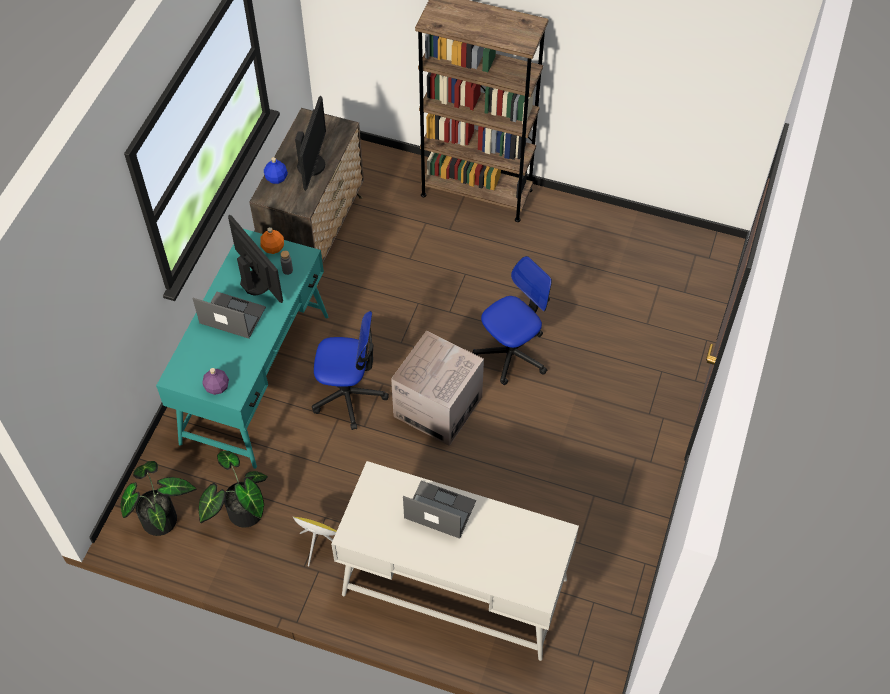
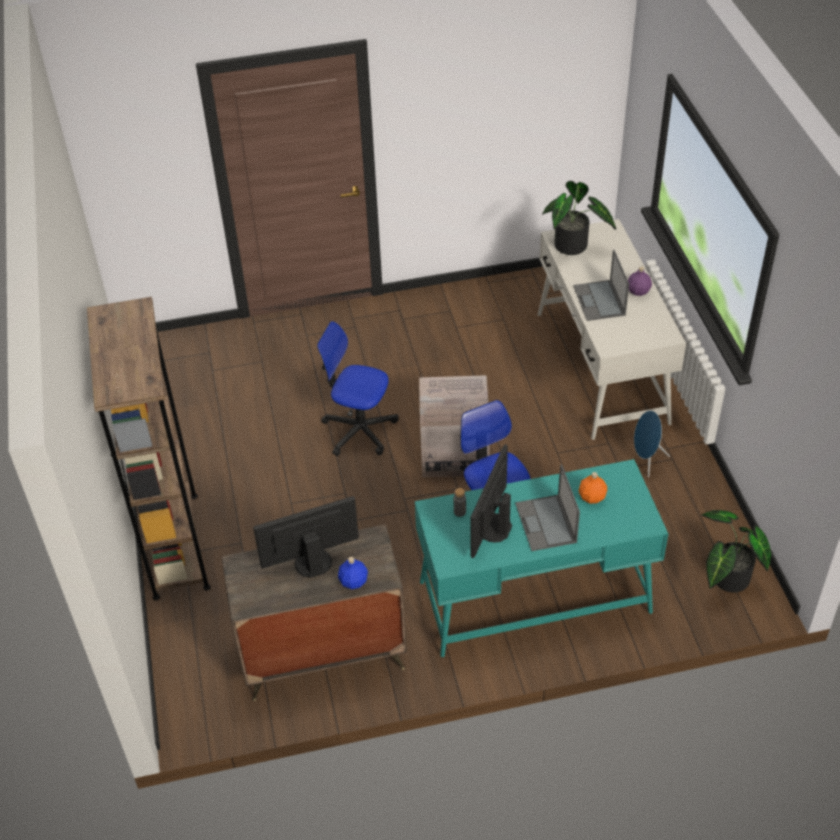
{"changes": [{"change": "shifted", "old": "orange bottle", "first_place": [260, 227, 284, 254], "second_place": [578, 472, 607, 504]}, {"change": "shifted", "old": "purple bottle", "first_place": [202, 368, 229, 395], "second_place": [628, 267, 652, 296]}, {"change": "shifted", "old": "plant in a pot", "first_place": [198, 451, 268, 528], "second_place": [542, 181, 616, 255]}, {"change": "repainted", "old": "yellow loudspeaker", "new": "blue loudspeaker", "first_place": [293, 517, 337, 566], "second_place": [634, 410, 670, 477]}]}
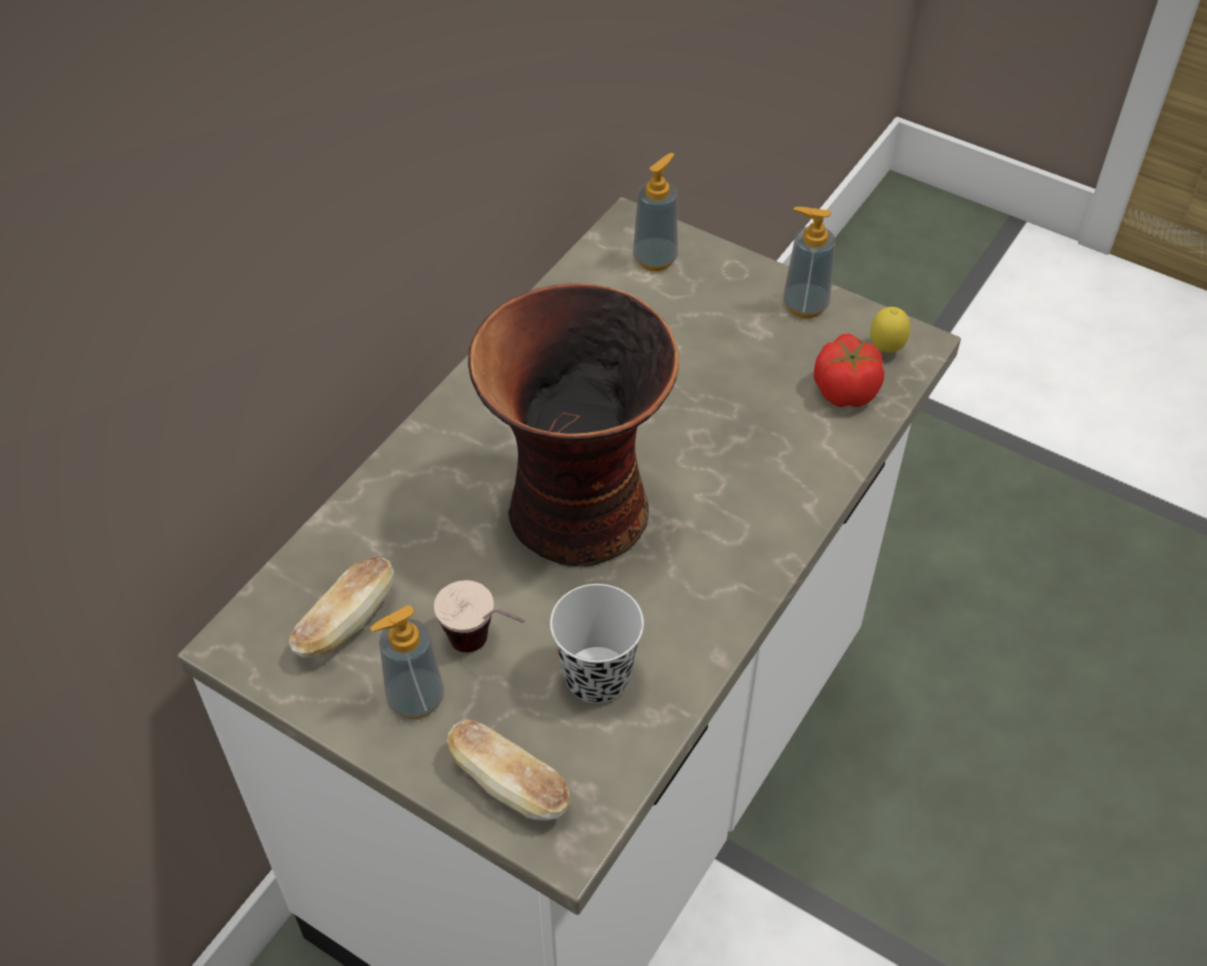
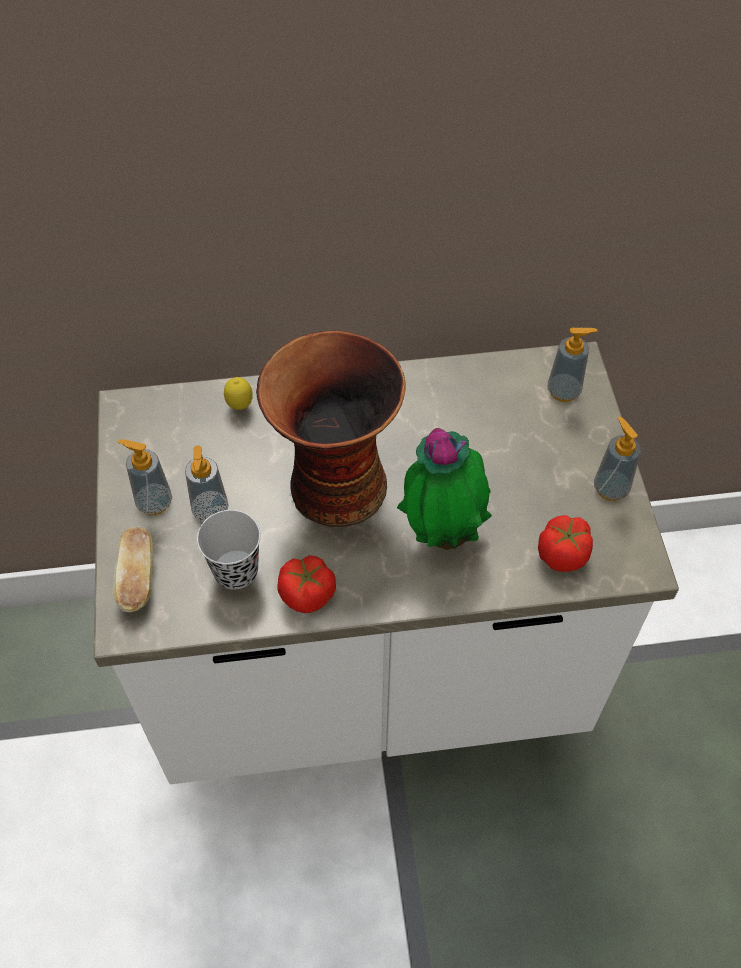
{"changes": [{"change": "shifted", "old": "whole lemon", "first_place": [870, 307, 910, 353], "second_place": [224, 377, 253, 410]}, {"change": "gone", "old": "bakery bread", "first_place": [289, 557, 394, 658]}, {"change": "swapped", "old": "small cup", "new": "soap bottle", "first_place": [434, 580, 525, 653], "second_place": [185, 446, 229, 522]}, {"change": "new", "new": "plant in a pot", "second_place": [397, 428, 492, 550]}, {"change": "new", "new": "whole tomato", "second_place": [277, 555, 336, 613]}]}
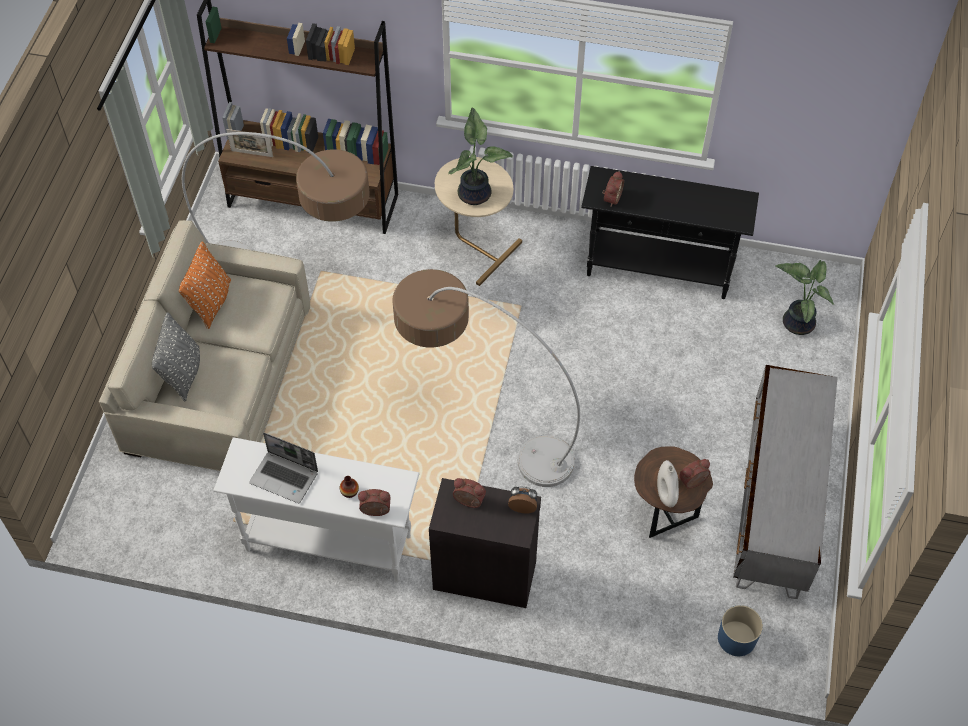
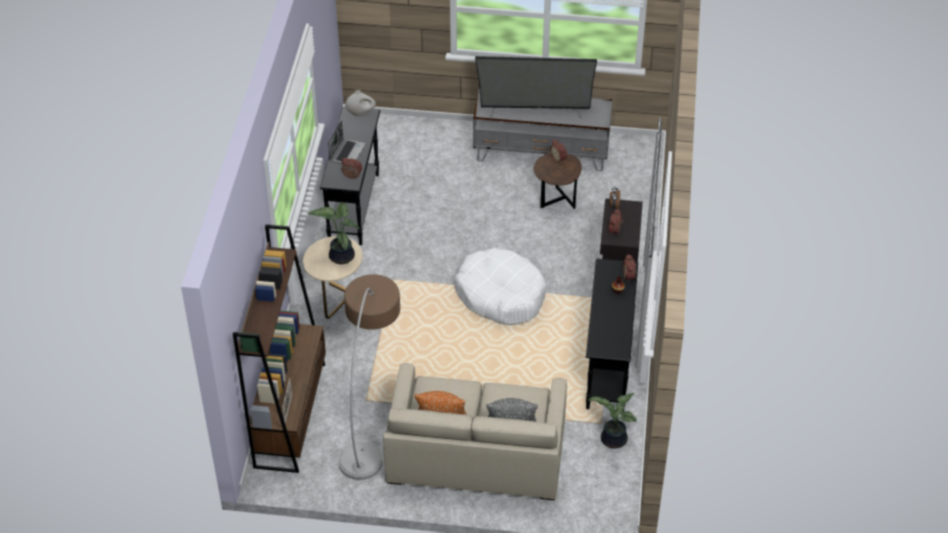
{"changes": [{"change": "shifted", "old": "plant in a pot", "first_place": [775, 260, 834, 335], "second_place": [588, 393, 637, 449]}, {"change": "swapped", "old": "standing lamp", "new": "white-coloured dog cushion", "first_place": [392, 269, 580, 487], "second_place": [455, 248, 546, 325]}, {"change": "shifted", "old": "portable computer", "first_place": [249, 433, 318, 503], "second_place": [328, 120, 365, 164]}, {"change": "repainted", "old": "white-coloured narrow table", "new": "black-coloured narrow table", "first_place": [213, 437, 420, 581], "second_place": [586, 258, 638, 411]}, {"change": "shifted", "old": "white-coloured decorative vase", "first_place": [657, 460, 679, 508], "second_place": [346, 90, 376, 117]}, {"change": "gone", "old": "blue planter", "first_place": [718, 605, 763, 656]}, {"change": "new", "new": "TV", "second_place": [475, 56, 597, 118]}]}
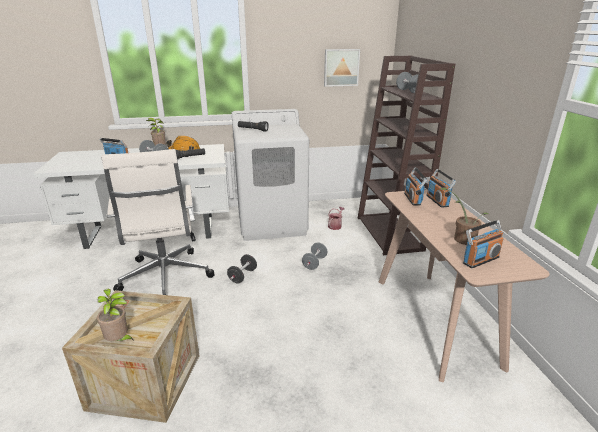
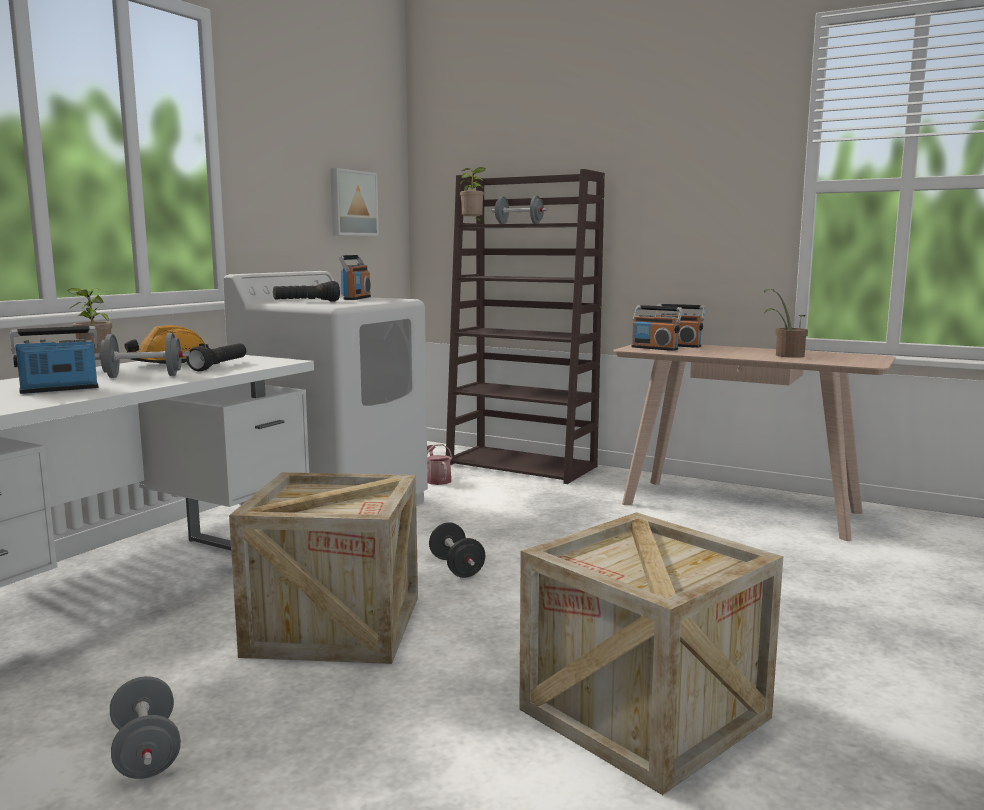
{"changes": [{"change": "swapped", "old": "white-coloured office chair", "new": "shipping crate", "first_place": [101, 149, 215, 295], "second_place": [229, 472, 418, 664]}, {"change": "shifted", "old": "radio", "first_place": [463, 220, 503, 268], "second_place": [338, 255, 371, 300]}, {"change": "shifted", "old": "greyish hand weight", "first_place": [302, 243, 327, 270], "second_place": [110, 676, 181, 779]}, {"change": "shifted", "old": "plant in a pot", "first_place": [97, 289, 134, 341], "second_place": [460, 167, 486, 223]}]}
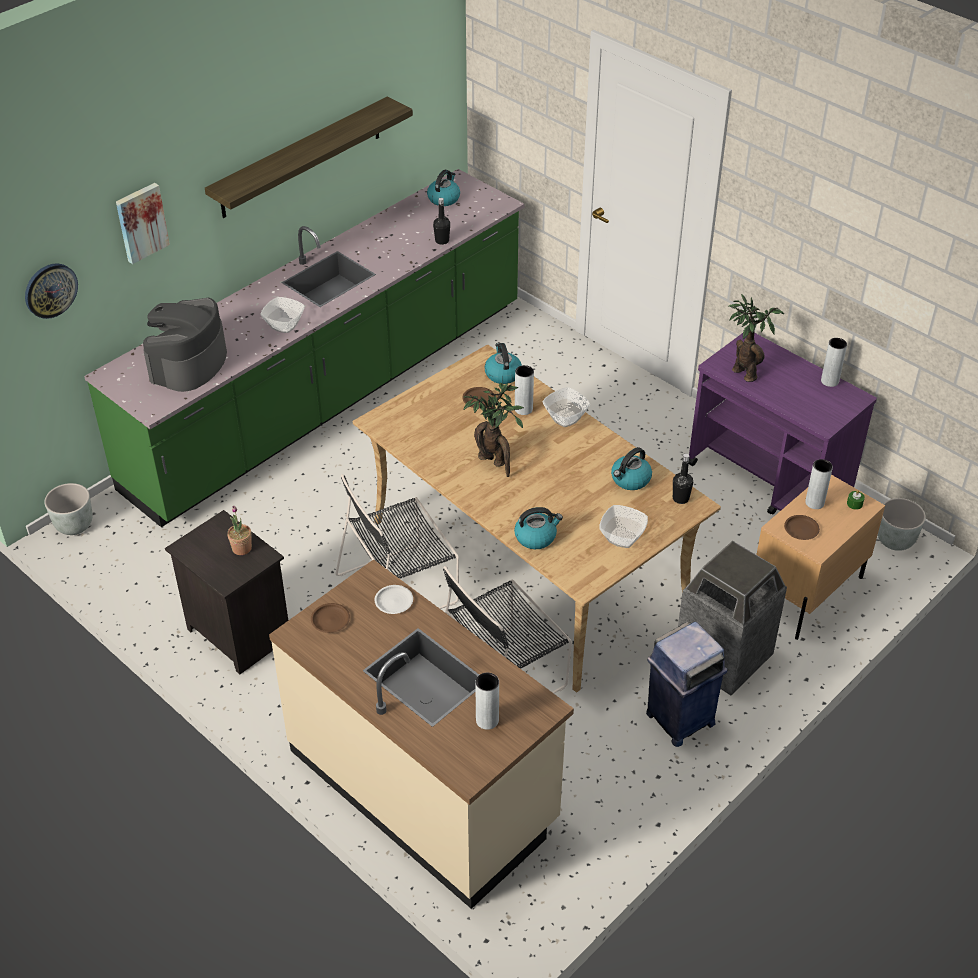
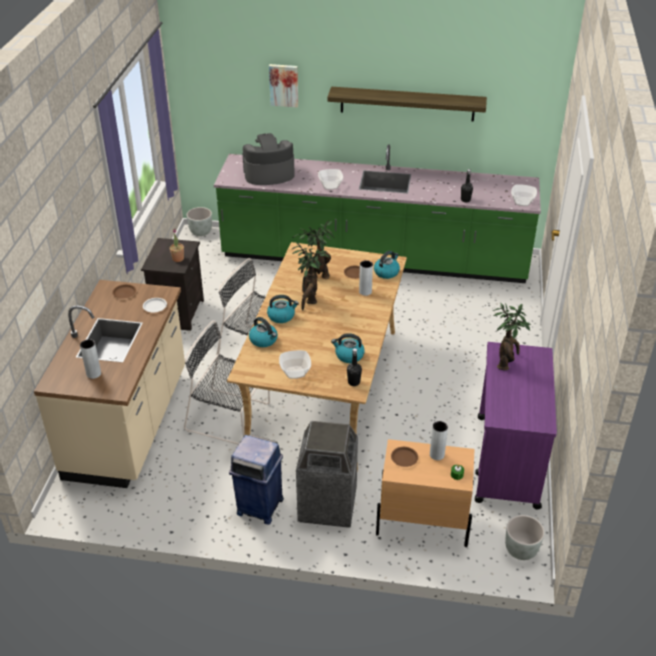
{"changes": [{"change": "shifted", "old": "tea kettle", "first_place": [427, 170, 460, 206], "second_place": [267, 295, 299, 323]}, {"change": "gone", "old": "hanging clock", "first_place": [25, 263, 78, 319]}, {"change": "gone", "old": "greyish decorative vase", "first_place": [821, 338, 847, 387]}, {"change": "shifted", "old": "deep dish", "first_place": [543, 387, 590, 427], "second_place": [511, 184, 537, 206]}, {"change": "new", "new": "plant in a pot", "second_place": [292, 221, 334, 279]}]}
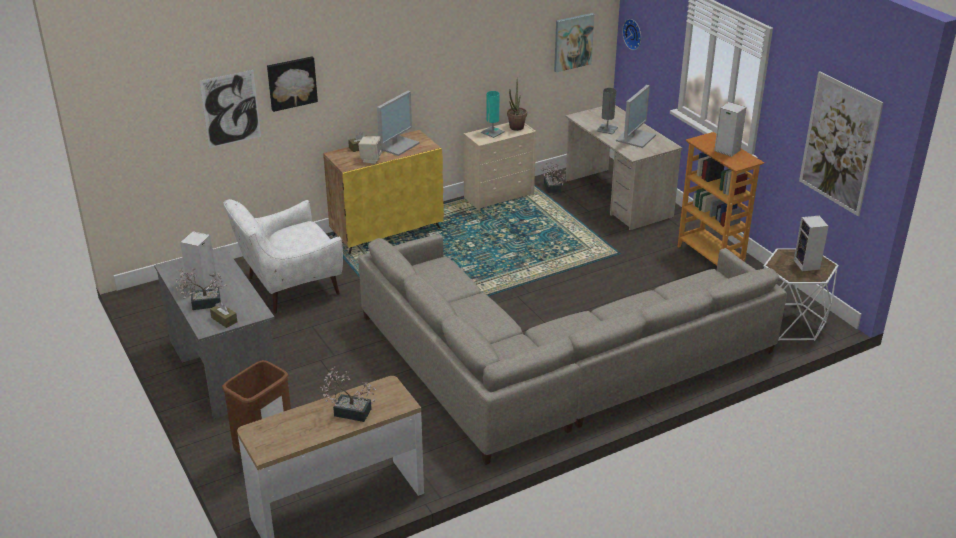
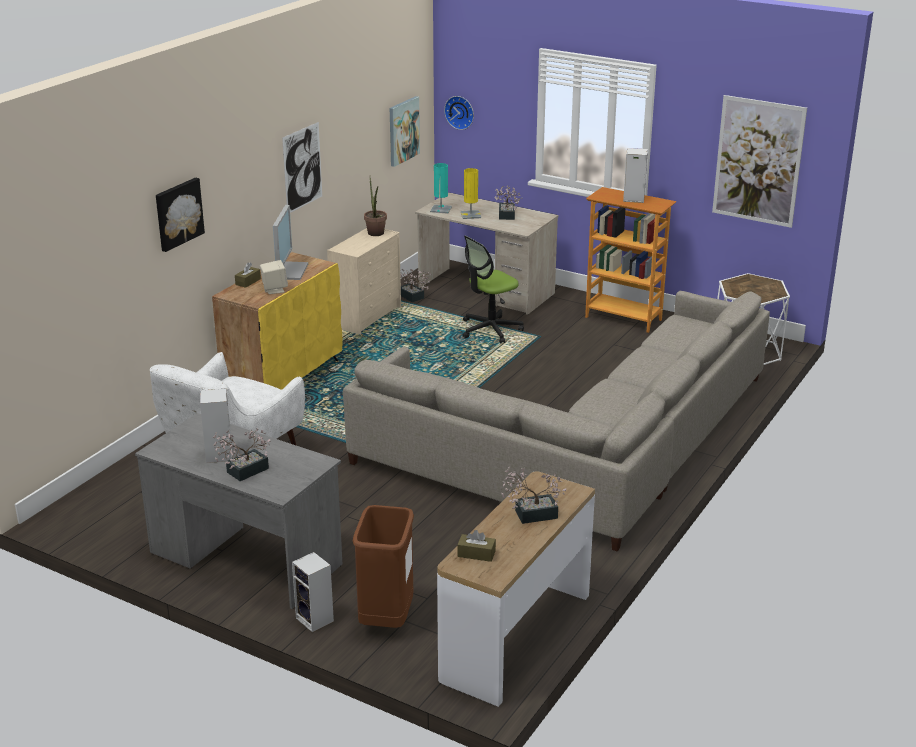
{"changes": [{"change": "shifted", "old": "picture", "first_place": [199, 70, 261, 148], "second_place": [282, 122, 322, 213]}, {"change": "swapped", "old": "monitor", "new": "plant in a pot", "first_place": [616, 85, 656, 148], "second_place": [494, 185, 523, 220]}, {"change": "repainted", "old": "greyish tabletop lamp", "new": "yellow tabletop lamp", "first_place": [596, 88, 618, 135], "second_place": [461, 168, 481, 219]}, {"change": "shifted", "old": "turquoise tabletop lamp", "first_place": [481, 91, 505, 138], "second_place": [430, 163, 452, 214]}, {"change": "shifted", "old": "loudspeaker", "first_place": [794, 215, 829, 271], "second_place": [292, 552, 334, 632]}, {"change": "shifted", "old": "brownish tissue box", "first_place": [210, 302, 237, 328], "second_place": [457, 530, 496, 562]}, {"change": "new", "new": "office chair", "second_place": [463, 236, 524, 343]}]}
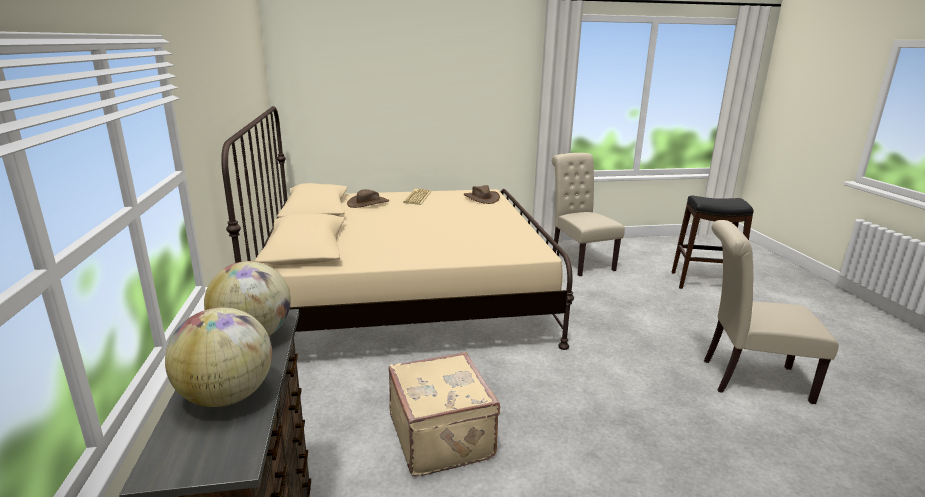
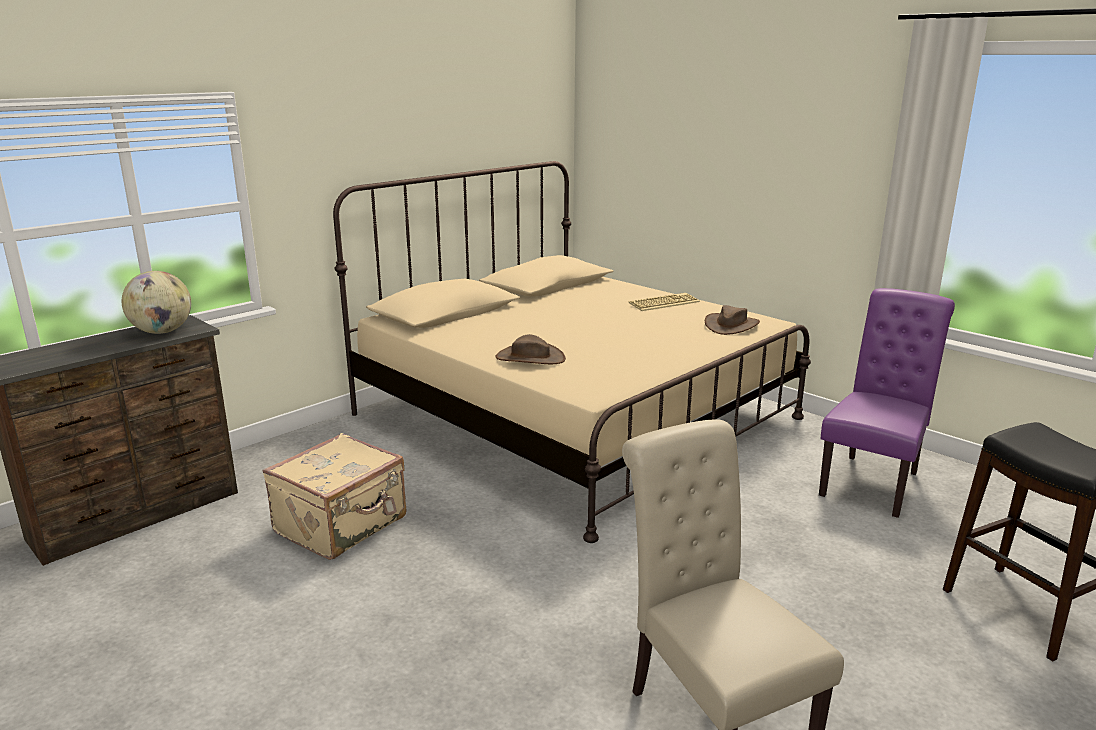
{"changes": [{"change": "repainted", "old": "beige upright chair", "new": "purple upright chair", "first_place": [552, 153, 625, 276], "second_place": [819, 288, 955, 518]}, {"change": "shifted", "old": "brownish clothing hat", "first_place": [347, 189, 389, 208], "second_place": [495, 334, 566, 364]}, {"change": "gone", "old": "desk globe", "first_place": [165, 307, 272, 407]}]}
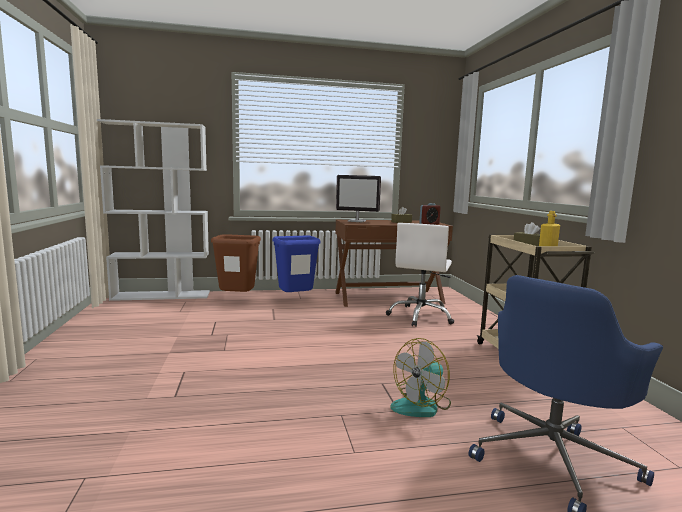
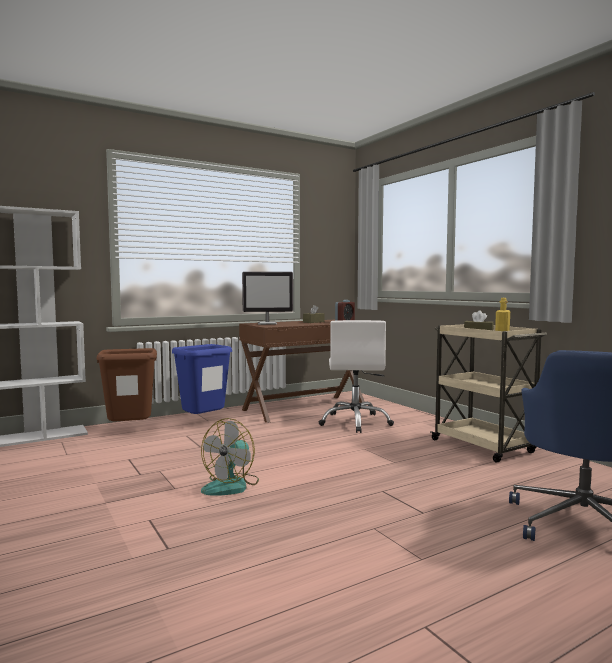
{"changes": [{"change": "shifted", "old": "cooling fan", "first_place": [390, 338, 451, 417], "second_place": [201, 418, 259, 496]}]}
